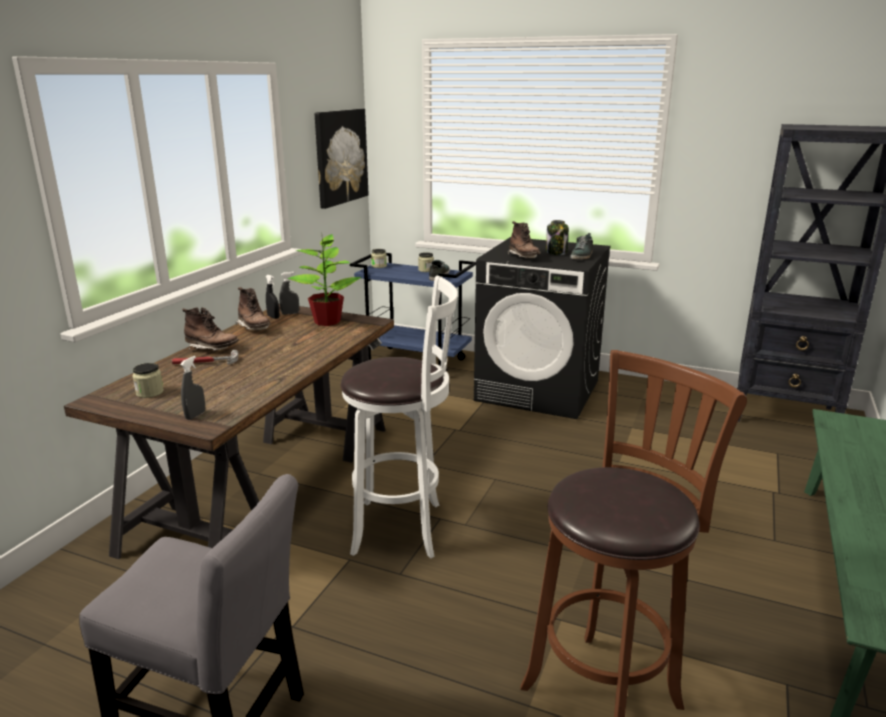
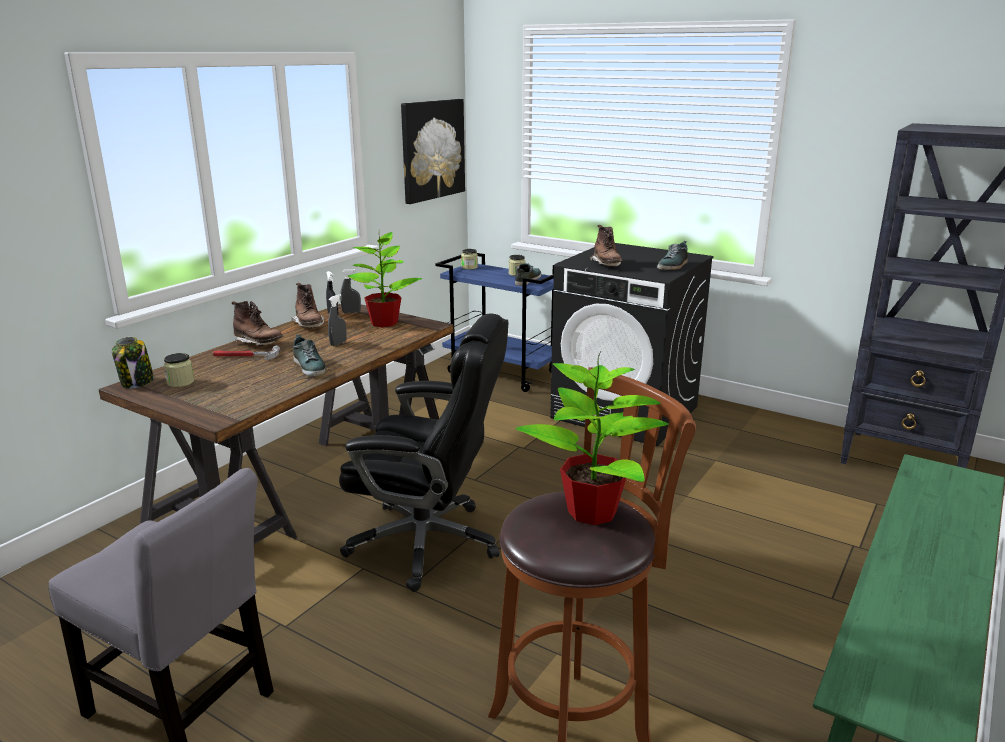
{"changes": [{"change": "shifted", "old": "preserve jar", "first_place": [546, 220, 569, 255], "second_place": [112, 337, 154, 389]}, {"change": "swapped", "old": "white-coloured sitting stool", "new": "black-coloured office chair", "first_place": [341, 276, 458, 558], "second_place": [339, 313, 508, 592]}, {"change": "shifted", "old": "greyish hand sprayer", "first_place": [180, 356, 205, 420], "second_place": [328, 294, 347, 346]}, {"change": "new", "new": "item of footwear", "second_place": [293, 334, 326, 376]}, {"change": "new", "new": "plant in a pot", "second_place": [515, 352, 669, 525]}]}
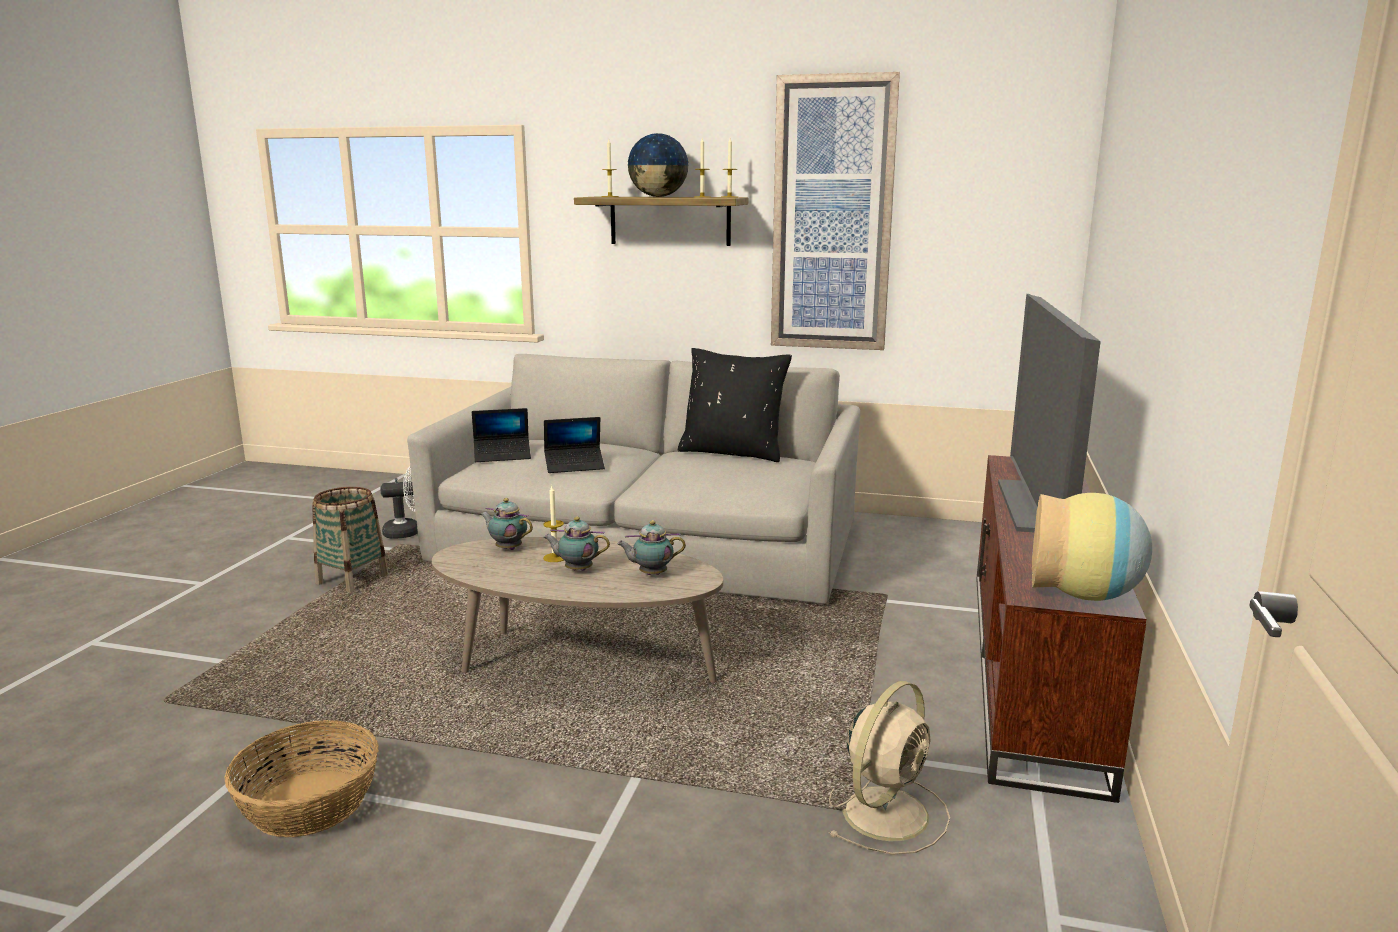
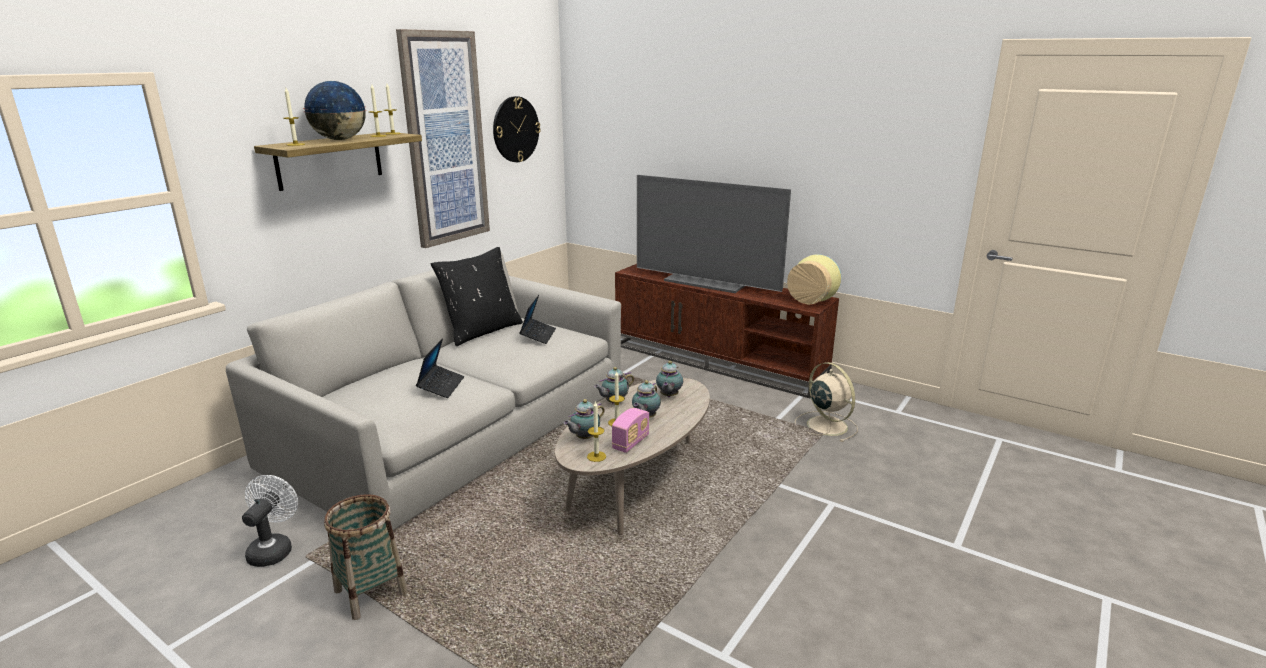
{"changes": [{"change": "shifted", "old": "portable computer", "first_place": [472, 408, 531, 462], "second_place": [519, 295, 556, 344]}, {"change": "gone", "old": "storage basket", "first_place": [225, 720, 379, 837]}, {"change": "new", "new": "hanging clock", "second_place": [493, 96, 541, 162]}, {"change": "new", "new": "pot for tea", "second_place": [594, 367, 634, 403]}, {"change": "new", "new": "wax light", "second_place": [587, 401, 606, 462]}, {"change": "new", "new": "radio", "second_place": [612, 408, 649, 453]}]}
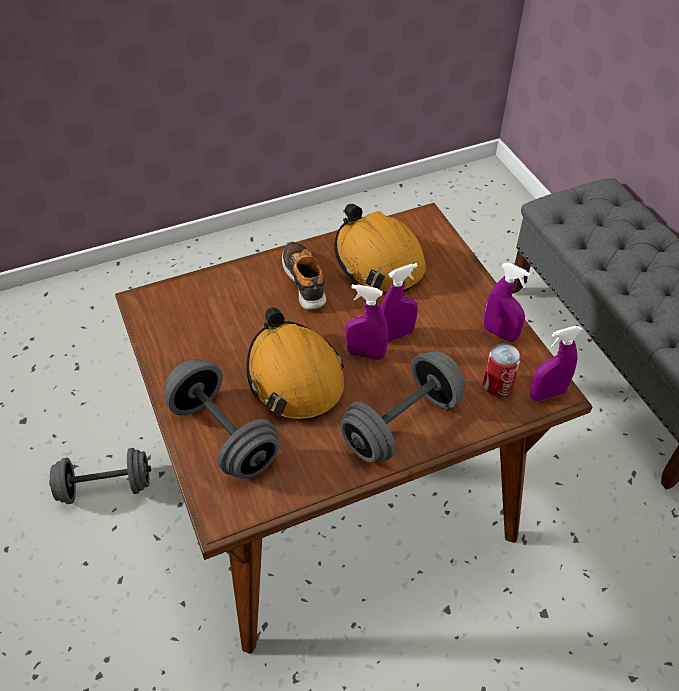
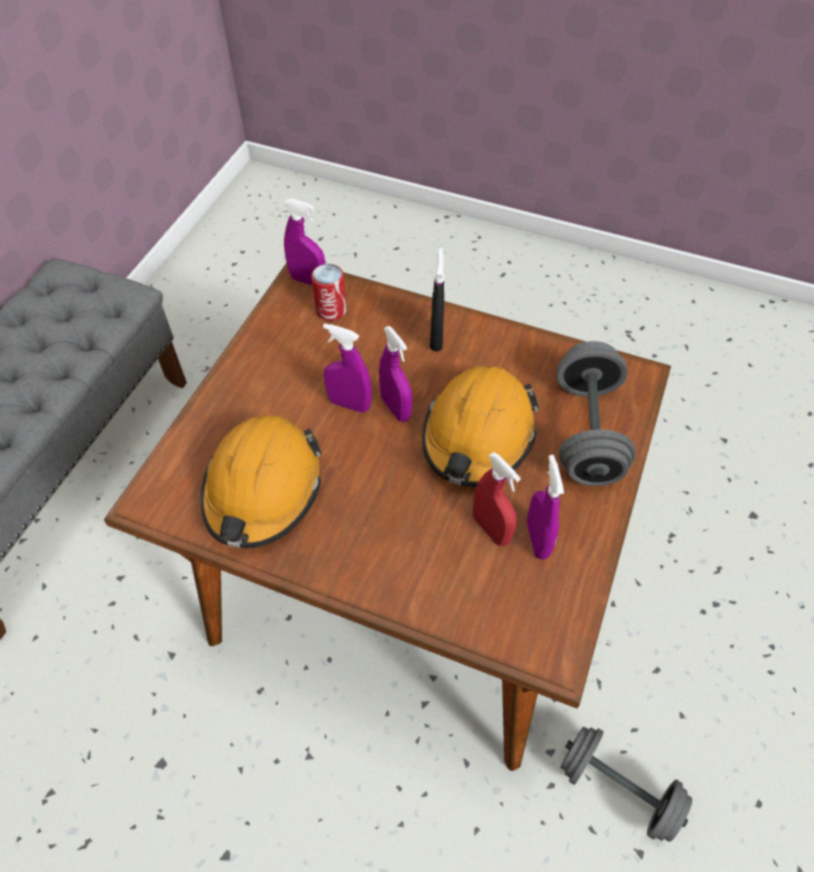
{"changes": [{"change": "gone", "old": "item of footwear", "first_place": [282, 242, 327, 310]}, {"change": "shifted", "old": "purple hand sprayer", "first_place": [484, 263, 531, 342], "second_place": [527, 455, 564, 560]}, {"change": "swapped", "old": "greyish hand weight", "new": "black-coloured hand sprayer", "first_place": [340, 352, 465, 463], "second_place": [430, 247, 444, 351]}, {"change": "new", "new": "red hand sprayer", "second_place": [473, 452, 521, 546]}]}
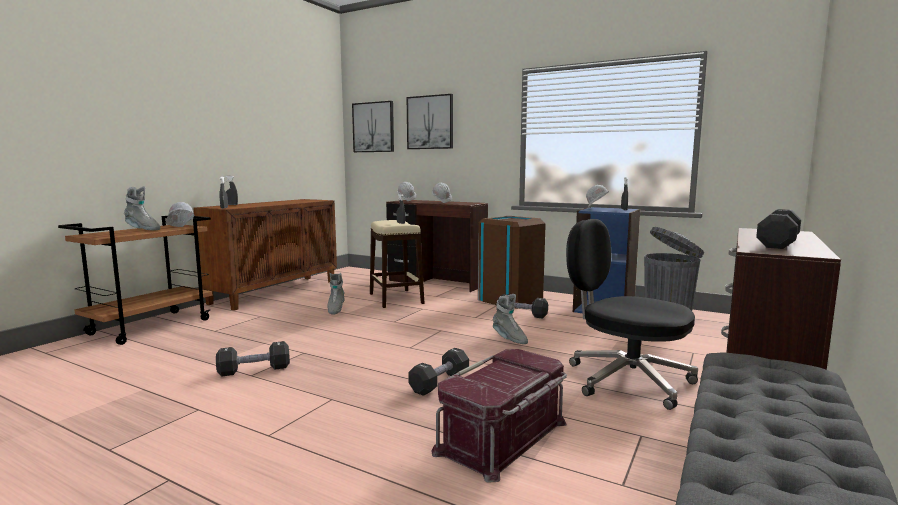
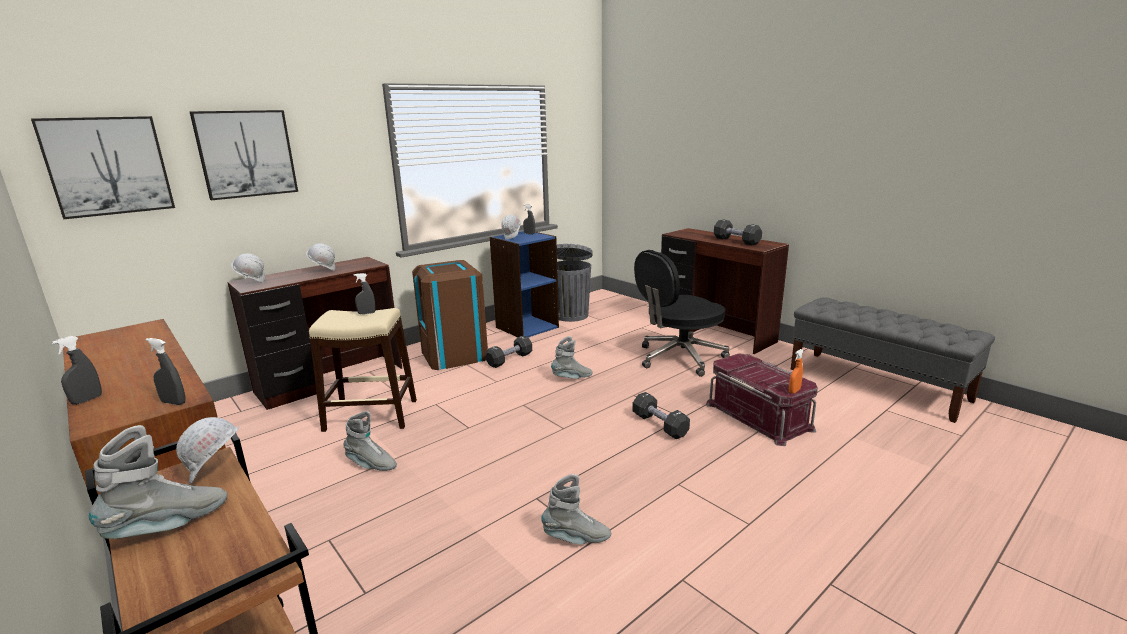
{"changes": [{"change": "swapped", "old": "black-coloured hand weight", "new": "greyish tall boot", "first_place": [216, 341, 290, 376], "second_place": [541, 474, 611, 544]}, {"change": "new", "new": "orange hand sprayer", "second_place": [789, 349, 803, 394]}]}
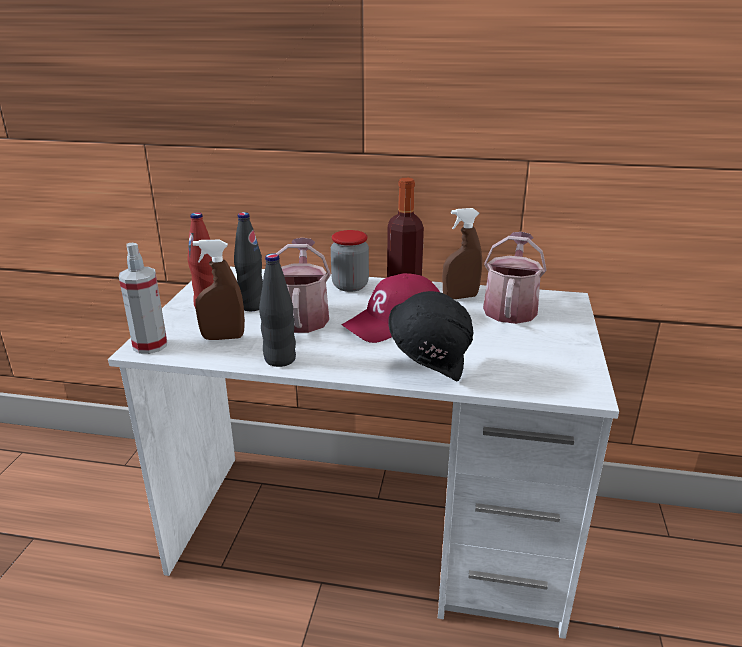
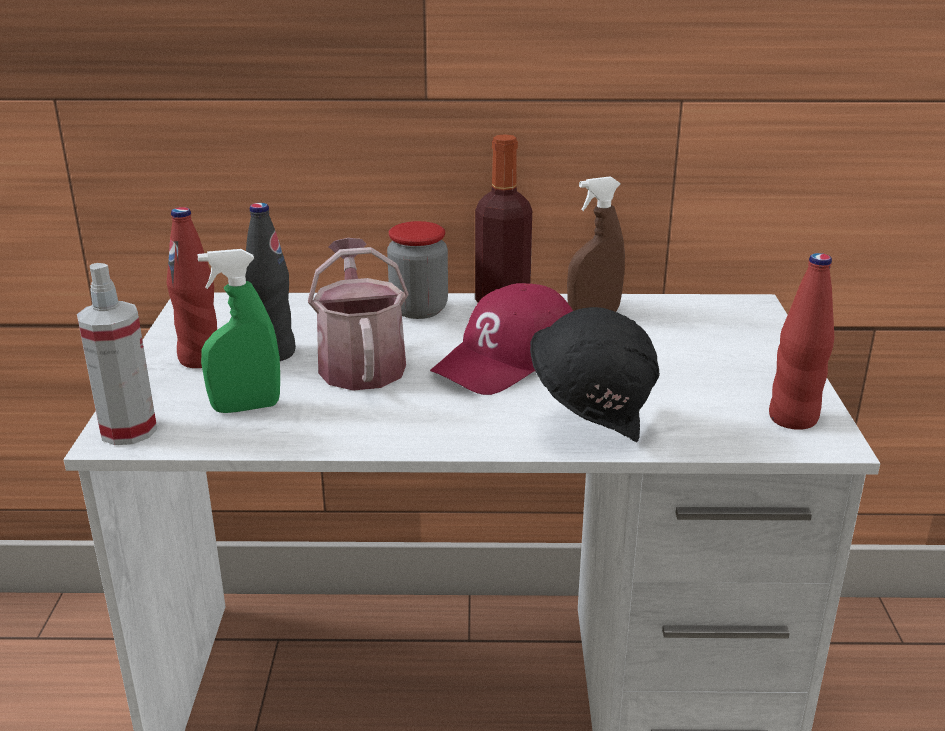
{"changes": [{"change": "gone", "old": "watering pot", "first_place": [483, 232, 547, 324]}, {"change": "repainted", "old": "brownish hand sprayer", "new": "green hand sprayer", "first_place": [193, 240, 245, 340], "second_place": [198, 249, 280, 413]}, {"change": "gone", "old": "black-coloured bottle", "first_place": [259, 253, 296, 367]}, {"change": "new", "new": "red bottle", "second_place": [769, 253, 835, 430]}]}
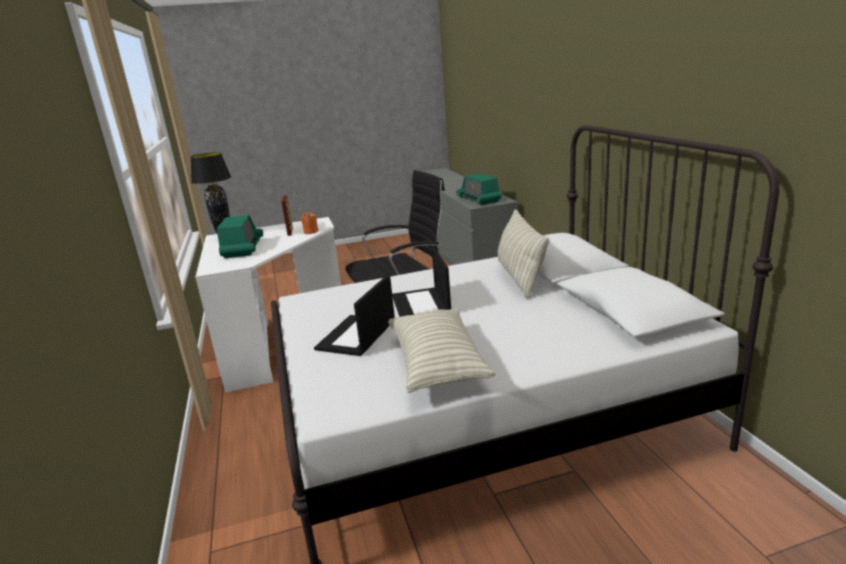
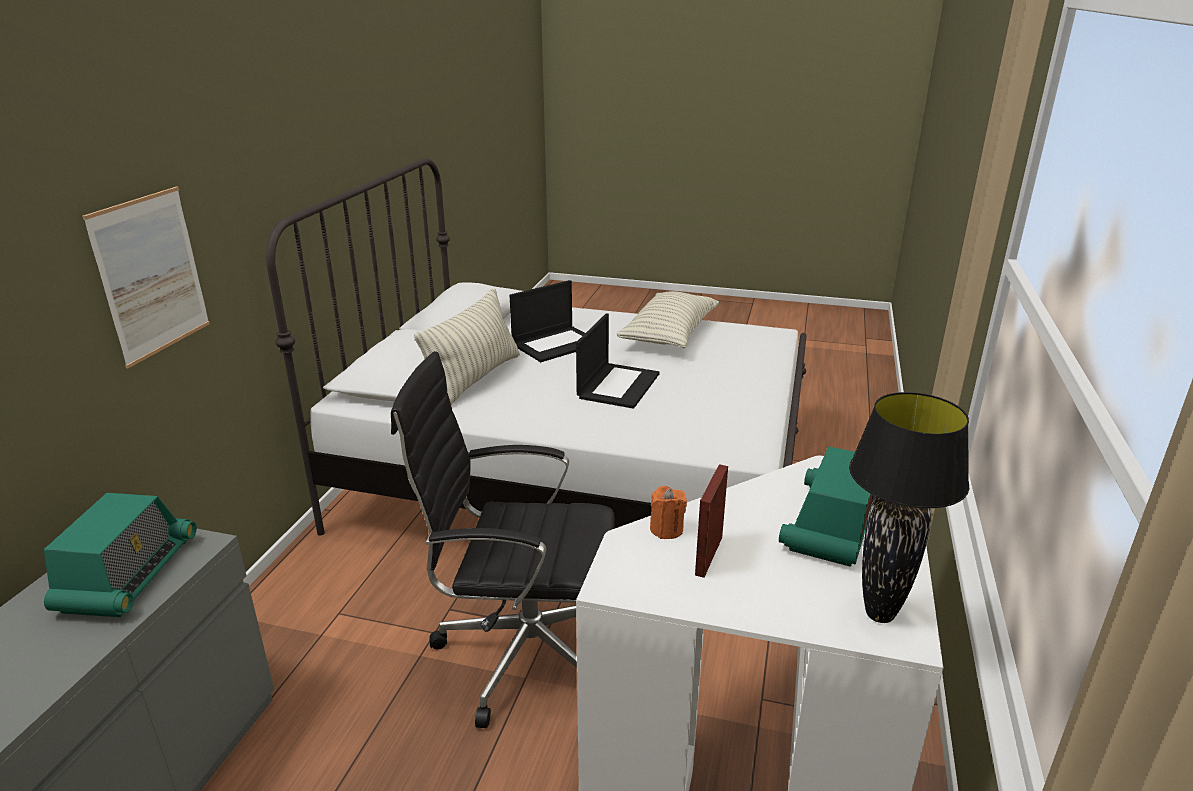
{"changes": [{"change": "shifted", "old": "portable computer", "first_place": [314, 274, 395, 356], "second_place": [509, 280, 585, 362]}, {"change": "new", "new": "picture", "second_place": [82, 187, 210, 368]}]}
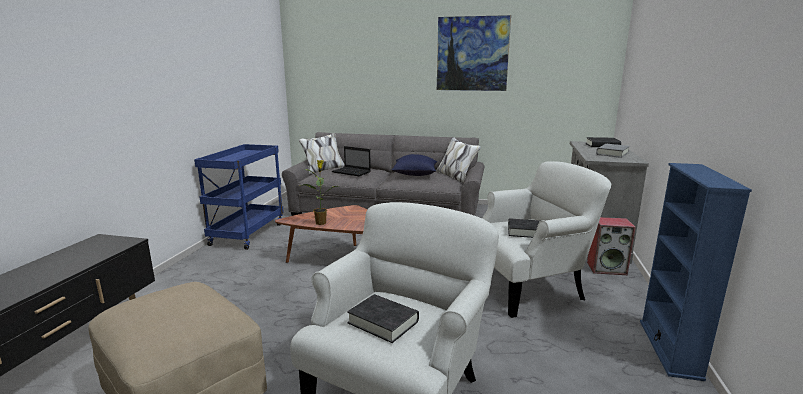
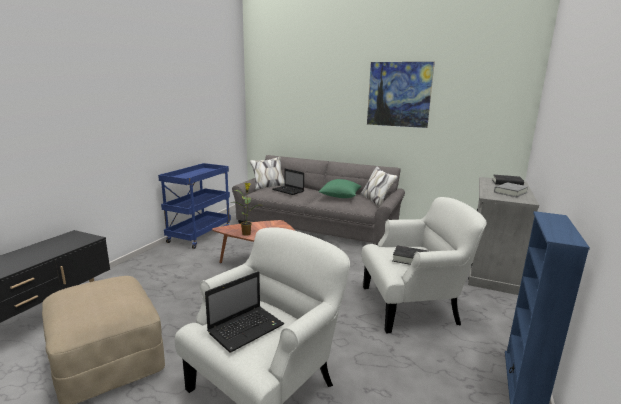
{"changes": [{"change": "repainted", "old": "blue pillow", "new": "green pillow", "first_place": [392, 154, 437, 176], "second_place": [319, 179, 362, 198]}, {"change": "gone", "old": "loudspeaker", "first_place": [587, 217, 636, 275]}, {"change": "swapped", "old": "black-coloured book", "new": "portable computer", "first_place": [347, 294, 419, 343], "second_place": [205, 272, 284, 352]}]}
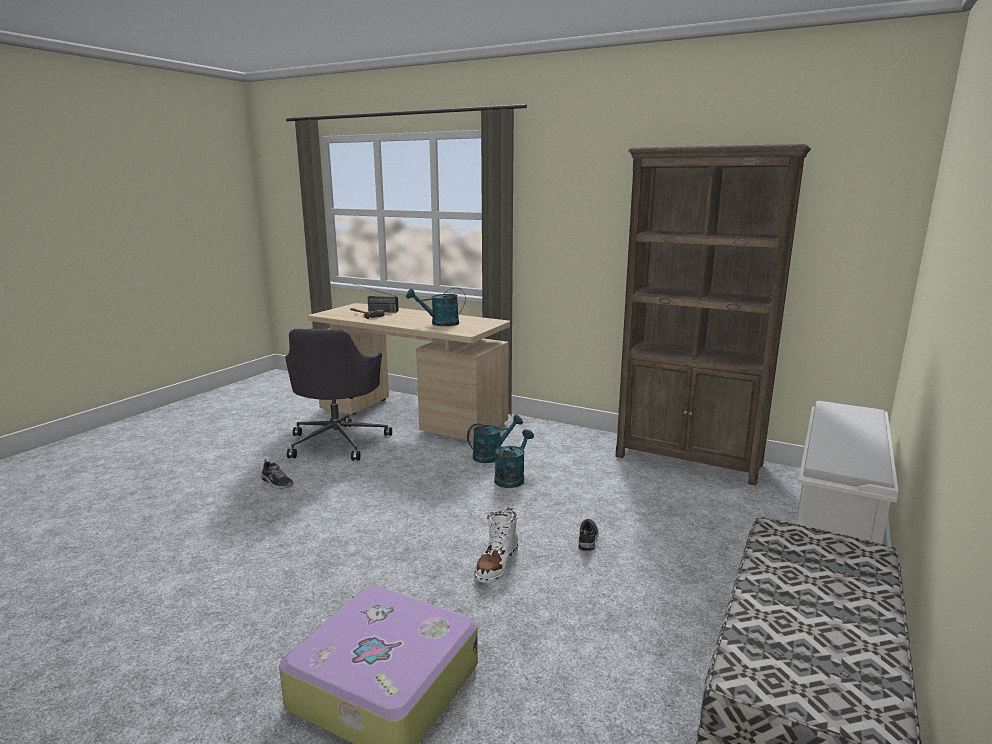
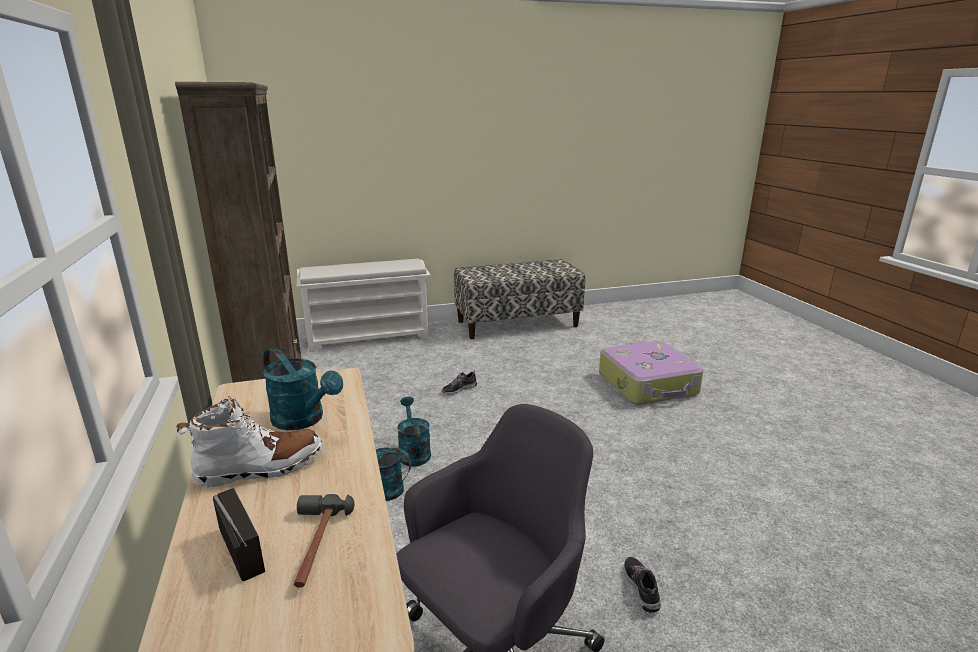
{"changes": [{"change": "rotated", "old": "turquoise watering pot", "first_place": [494, 429, 534, 488], "second_place": [397, 397, 431, 467], "degrees": 90}, {"change": "shifted", "old": "white-coloured tall boot", "first_place": [474, 508, 518, 583], "second_place": [176, 396, 323, 489]}]}
